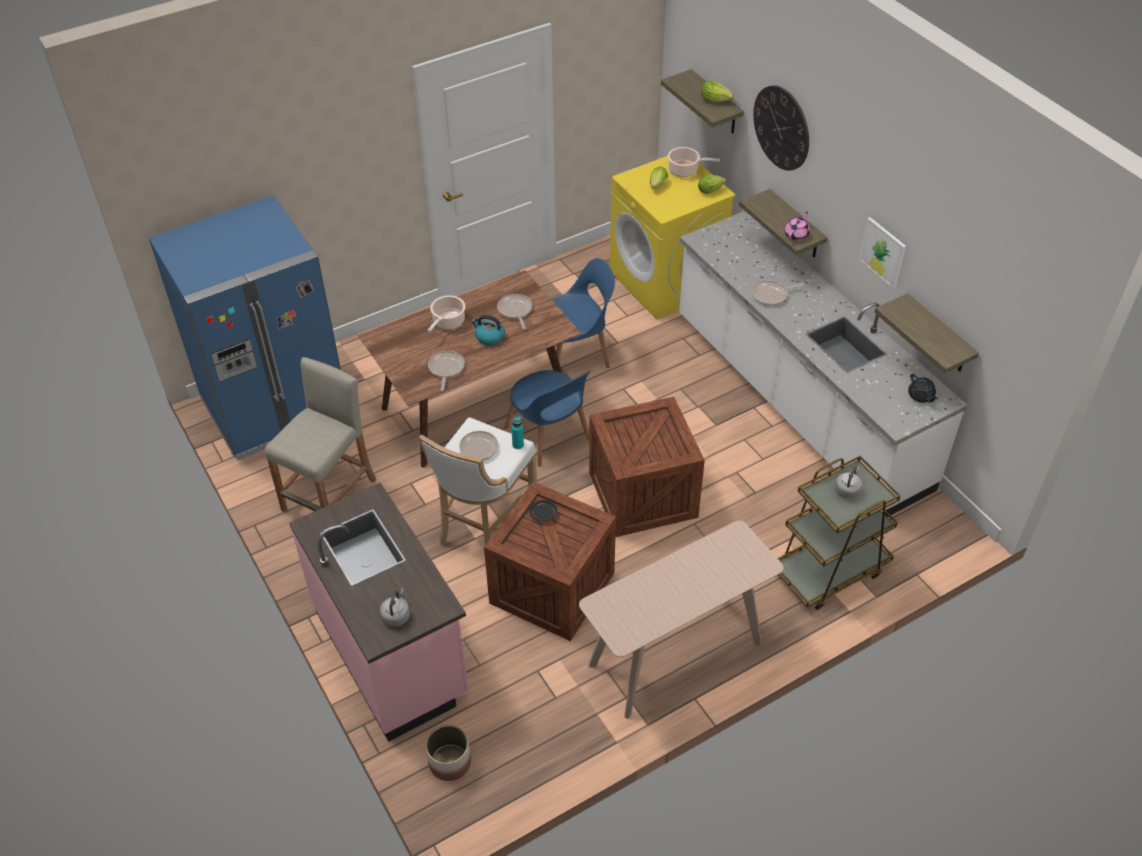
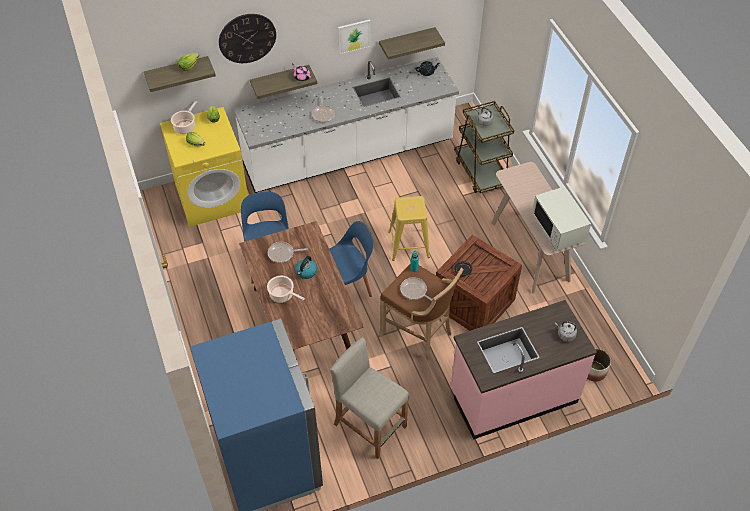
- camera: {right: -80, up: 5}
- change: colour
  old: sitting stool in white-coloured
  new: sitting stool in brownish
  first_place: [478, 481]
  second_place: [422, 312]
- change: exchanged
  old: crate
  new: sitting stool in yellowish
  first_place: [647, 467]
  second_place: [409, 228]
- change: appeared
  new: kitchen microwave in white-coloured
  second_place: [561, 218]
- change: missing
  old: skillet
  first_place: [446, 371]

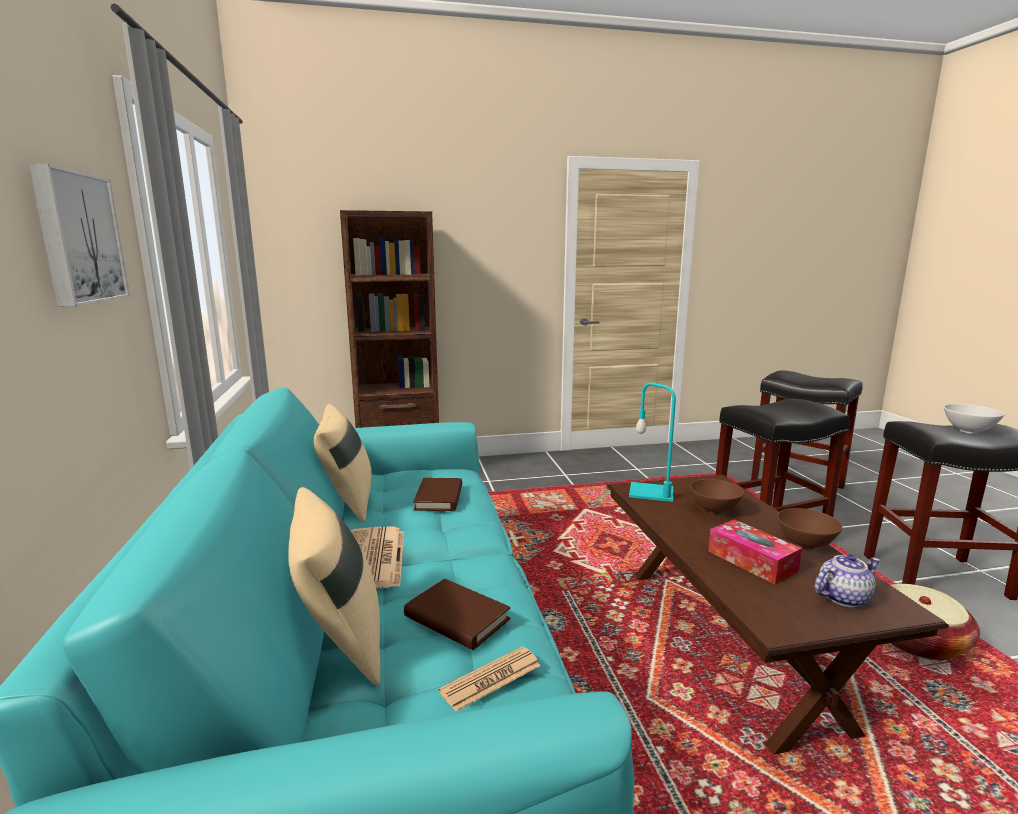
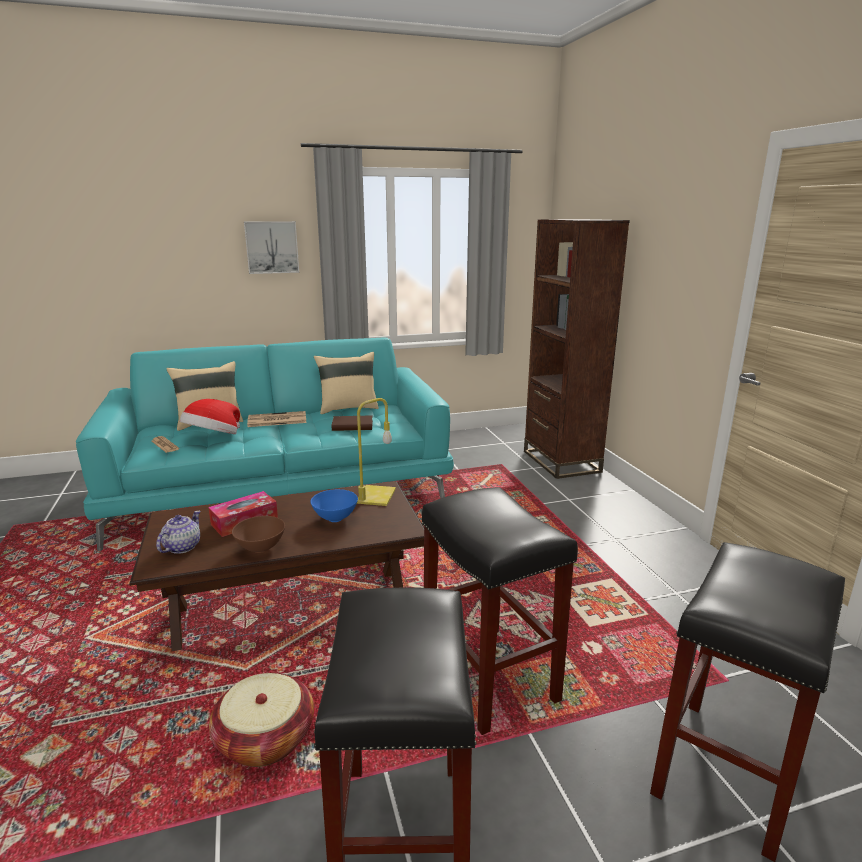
- camera: {right: 85, up: 5}
- change: spun
  old: teapot
  first_place: [847, 580]
  second_place: [178, 532]
  degrees: -135
- change: exchanged
  old: volume in brownish
  new: clothing hat
  first_place: [457, 614]
  second_place: [210, 416]
- change: colour
  old: deep dish in brownish
  new: deep dish in blue-coloured
  first_place: [717, 496]
  second_place: [334, 505]
- change: colour
  old: tabletop lamp in blue-green
  new: tabletop lamp in yellowish
  first_place: [652, 442]
  second_place: [376, 452]
- change: missing
  old: deep dish in white-coloured
  first_place: [974, 419]

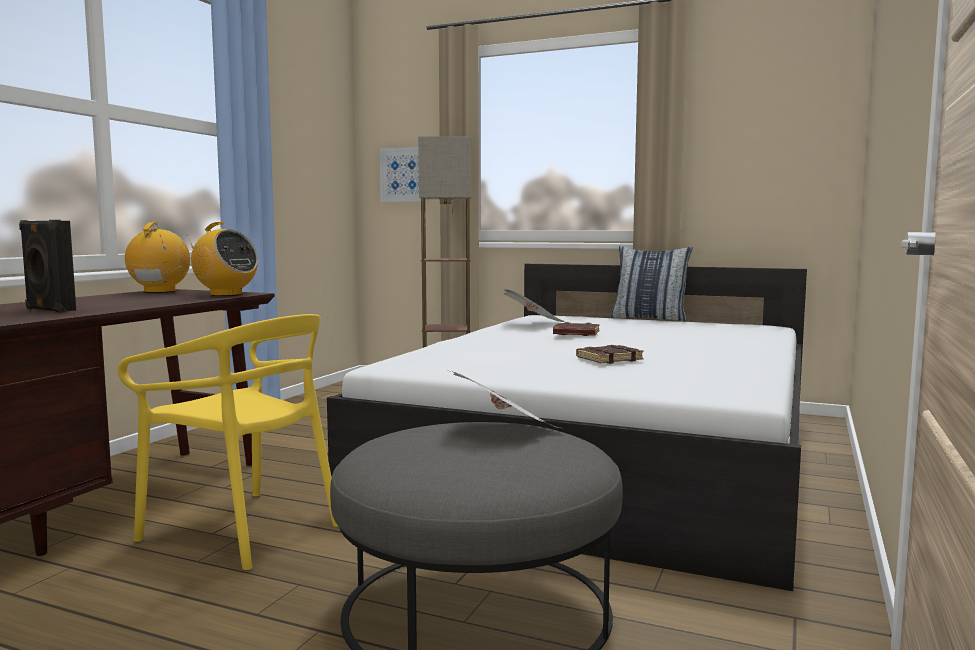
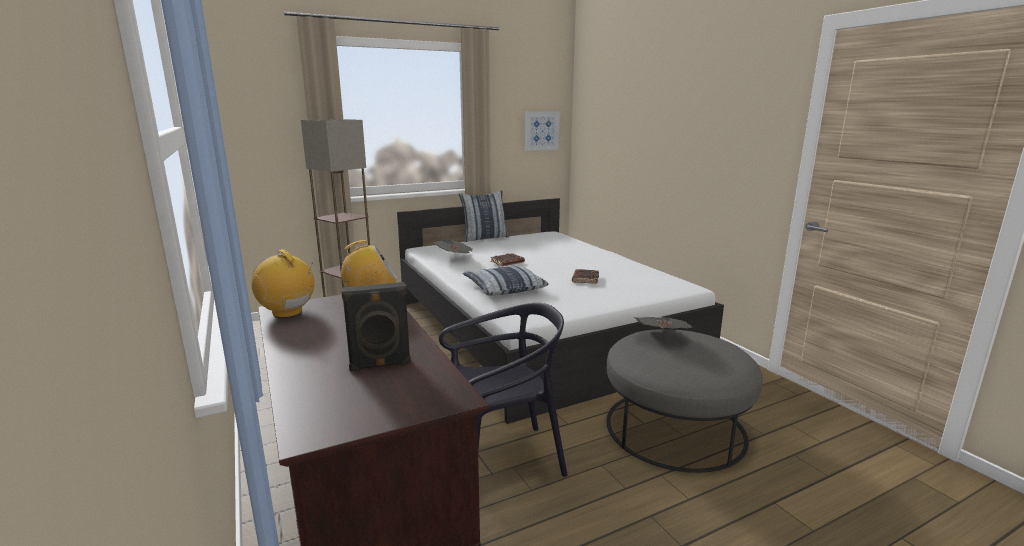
- camera: {right: -50, up: 10}
- change: colour
  old: upright chair in yellowish
  new: upright chair in blackish
  first_place: [228, 442]
  second_place: [503, 390]
- change: appeared
  new: cushion
  second_place: [505, 280]
- change: relocated
  old: picture
  first_place: [404, 174]
  second_place: [542, 131]

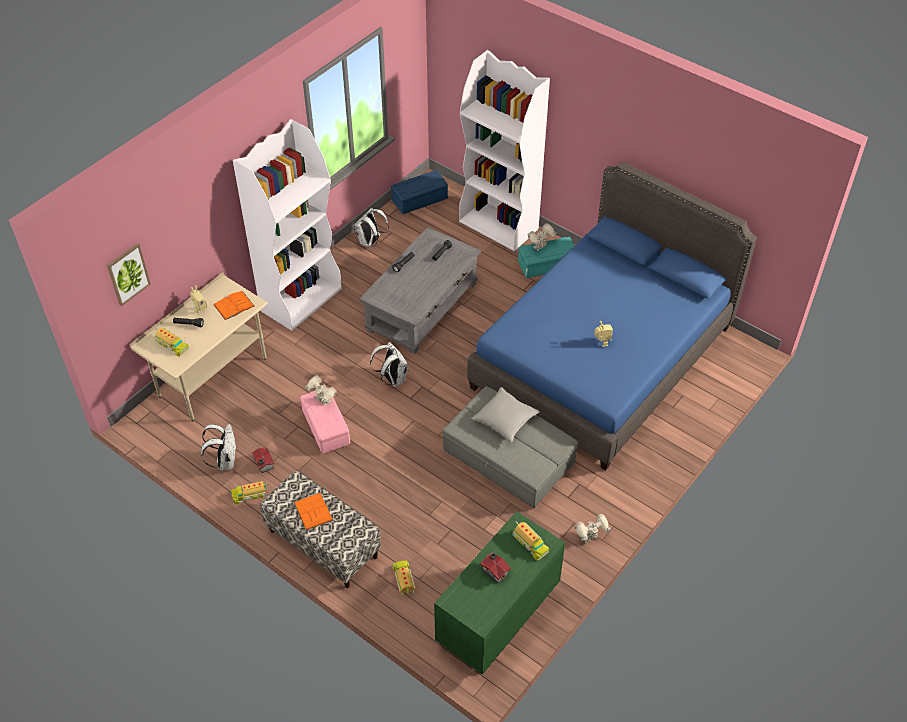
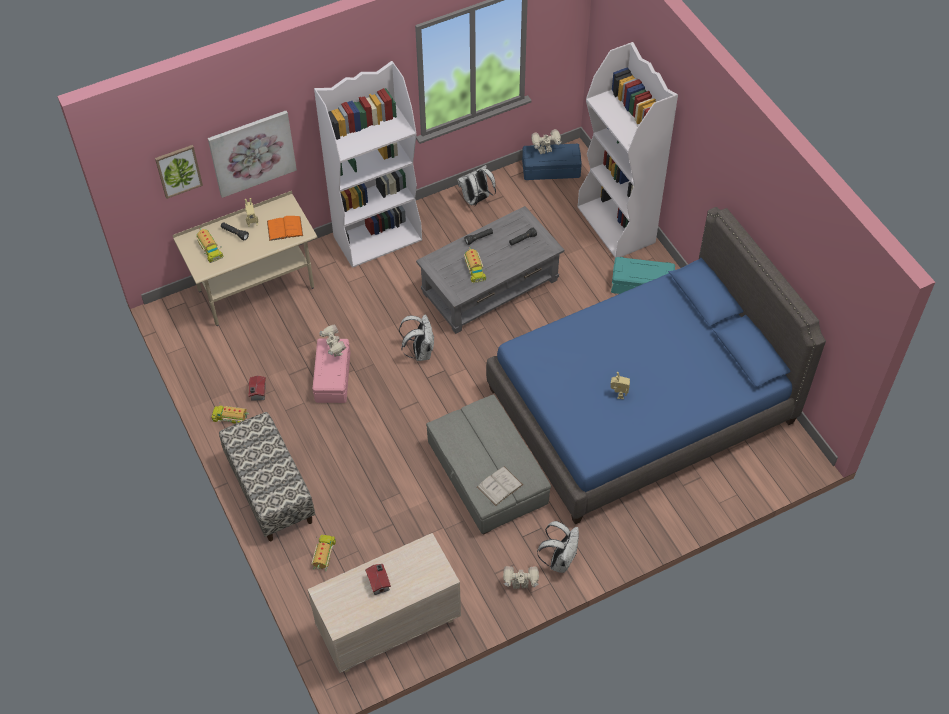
- camera: {right: 25, up: 5}
- change: appeared
  new: picture
  second_place: [252, 154]
- change: colour
  old: drawer chest in greenish
  new: drawer chest in beige-coloured
  first_place: [499, 593]
  second_place: [384, 603]
- change: relocated
  old: toy lorry
  first_place: [531, 541]
  second_place: [475, 265]
- change: appeared
  new: volume in white-coloured
  second_place: [500, 486]
- change: relocated
  old: robot figure
  first_place: [542, 237]
  second_place: [546, 141]
- change: relocated
  old: knapsack in white-coloured
  first_place: [219, 447]
  second_place: [558, 547]
- change: missing
  old: volume in orange-coloured
  first_place: [313, 511]
- change: missing
  old: cushion in gray
  first_place: [505, 414]

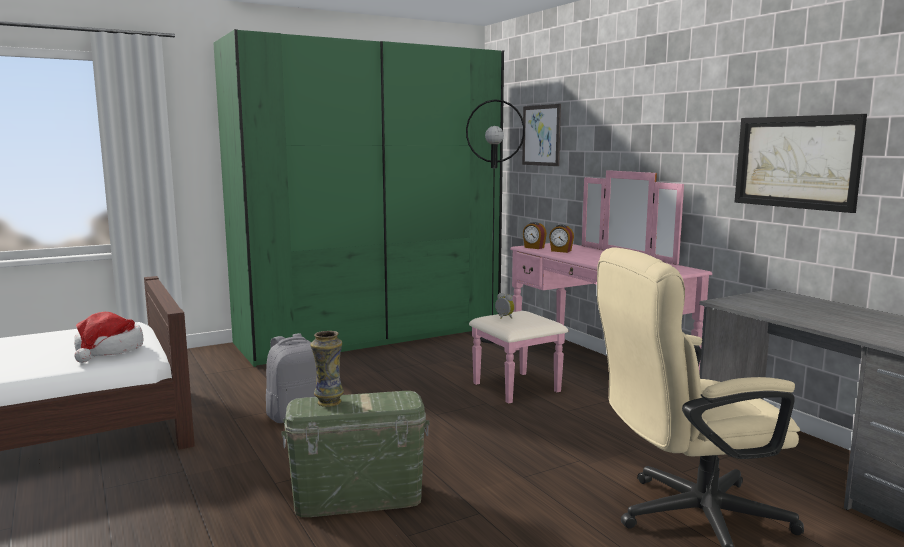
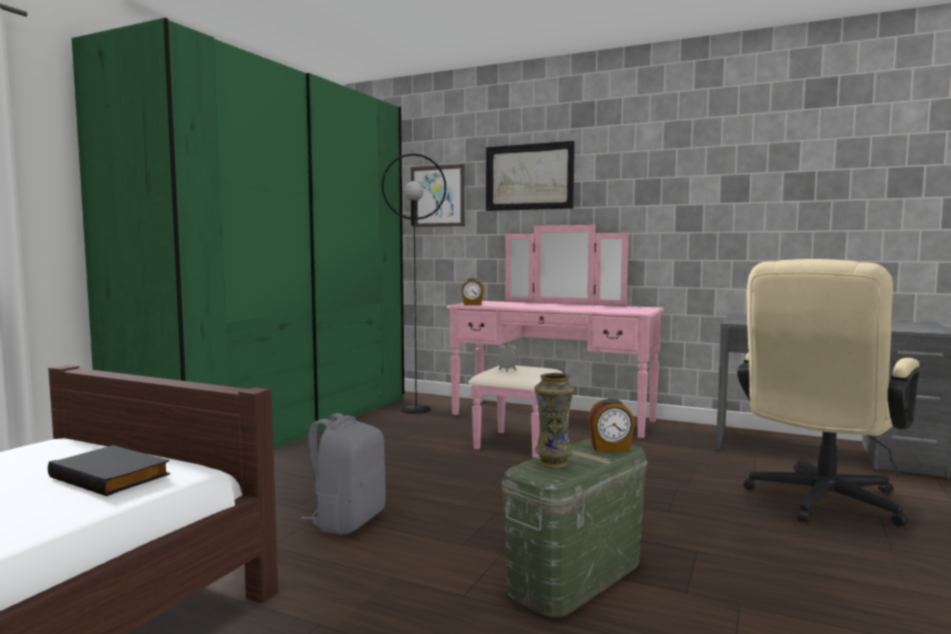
- camera: {right: -35, up: -5}
- change: exchanged
  old: clothing hat
  new: volume in blackish
  first_place: [108, 337]
  second_place: [109, 470]
- change: relocated
  old: picture
  first_place: [801, 163]
  second_place: [530, 176]
- change: relocated
  old: table clock
  first_place: [561, 239]
  second_place: [611, 426]

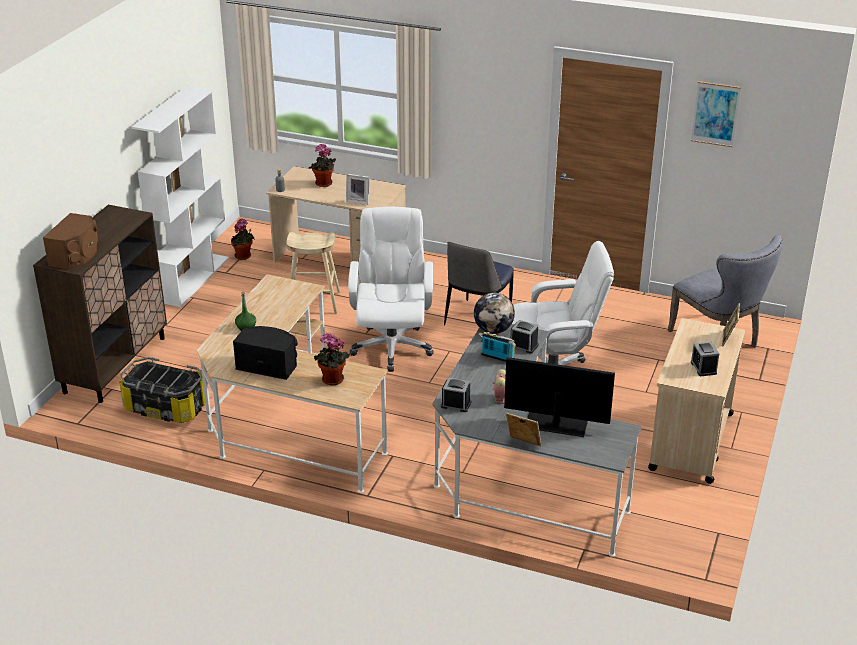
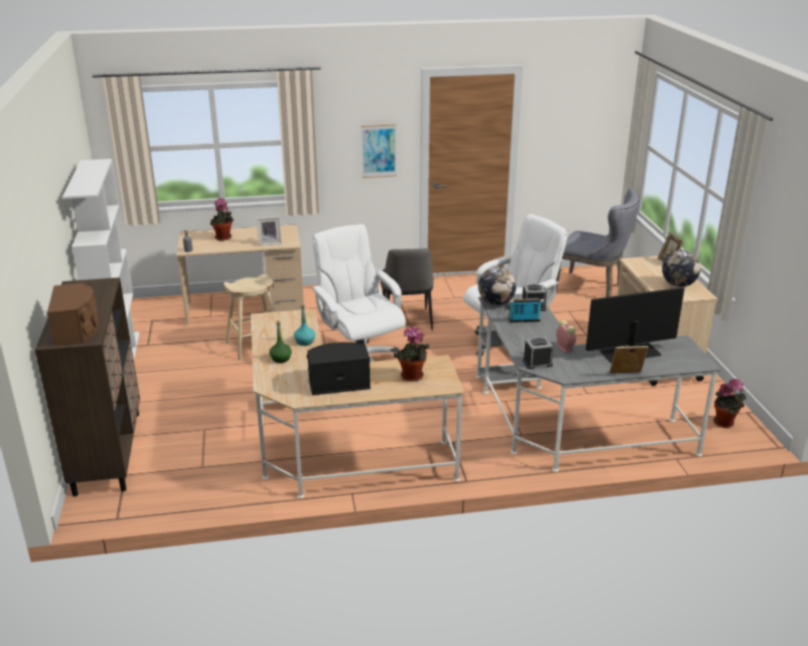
- camera: {right: -30, up: -5}
- change: appeared
  new: bottle in blue-green
  second_place: [304, 325]
- change: relocated
  old: picture
  first_place: [716, 114]
  second_place: [379, 151]
- change: exchanged
  old: table clock
  new: globe
  first_place: [705, 359]
  second_place: [681, 268]
- change: relocated
  old: plant in a pot
  first_place: [242, 239]
  second_place: [730, 403]
- change: missing
  old: storage container
  first_place: [162, 390]

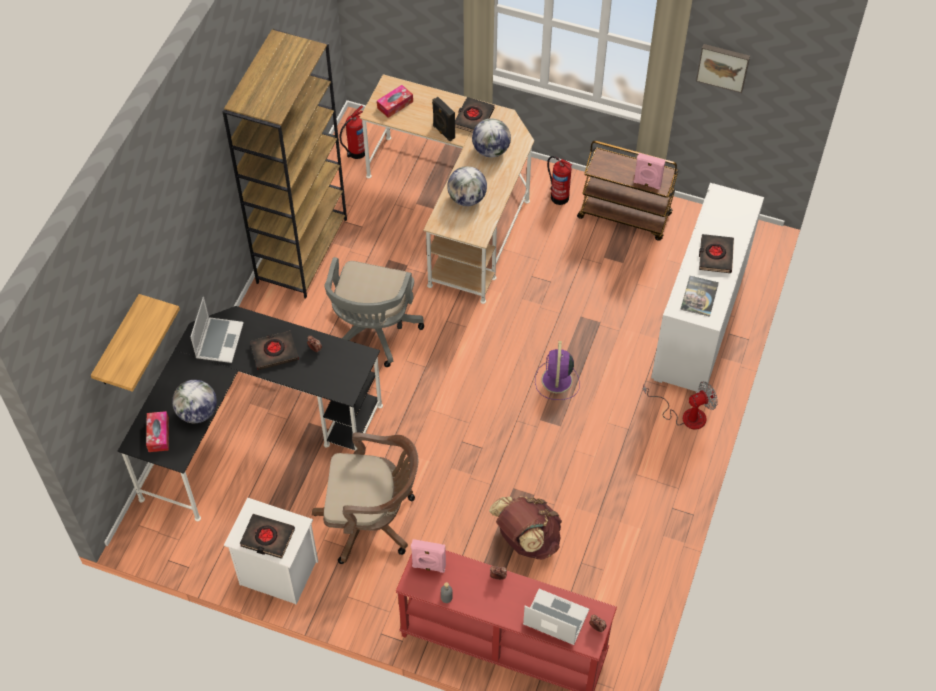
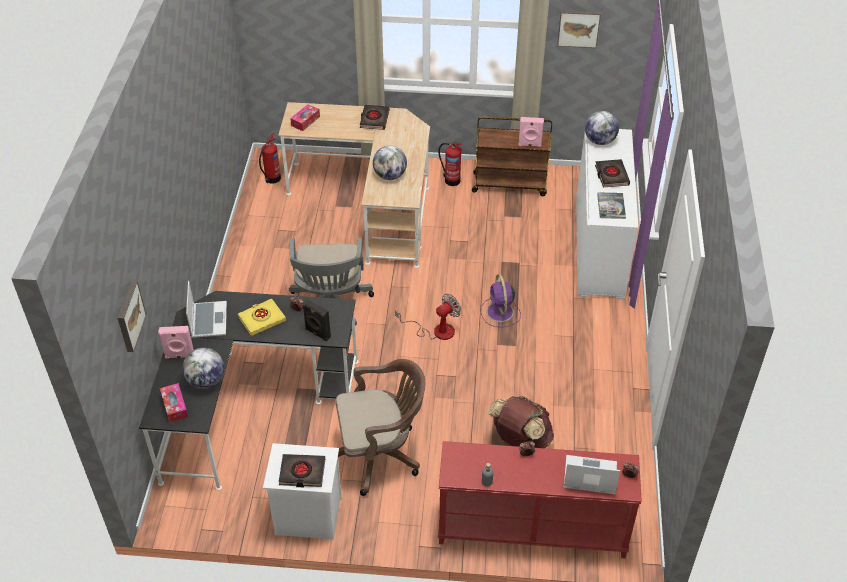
- camera: {right: -15, up: -10}
- change: exchanged
  old: bracket shelf
  new: picture
  first_place: [135, 343]
  second_place: [132, 316]
- change: relocated
  old: speaker in pink
  first_place: [428, 556]
  second_place: [176, 342]
- change: colour
  old: volume in blackish
  new: volume in yellowish
  first_place: [274, 350]
  second_place: [262, 317]
- change: relocated
  old: speaker in blackish
  first_place: [443, 119]
  second_place: [316, 320]
- change: relocated
  old: electric fan
  first_place: [680, 406]
  second_place: [428, 317]
- change: relocated
  old: globe
  first_place: [491, 137]
  second_place: [602, 128]
- change: missing
  old: bookshelf in brownish
  first_place: [285, 163]

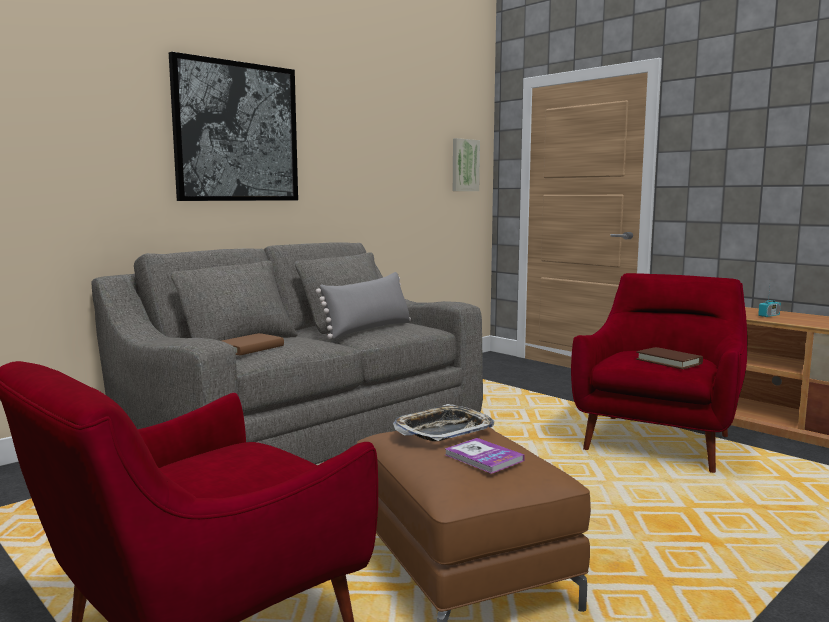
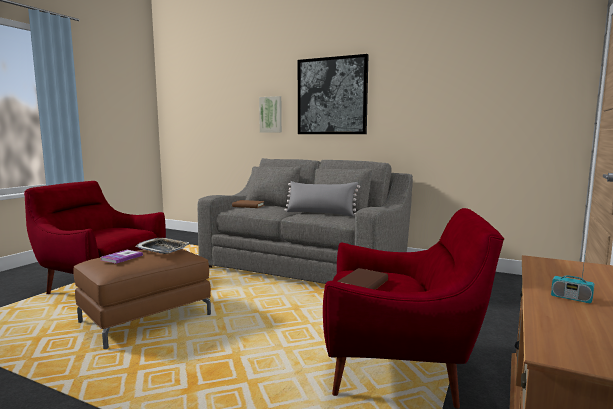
- camera: {right: 70, up: 0}
- change: relocated
  old: picture
  first_place: [466, 164]
  second_place: [270, 114]

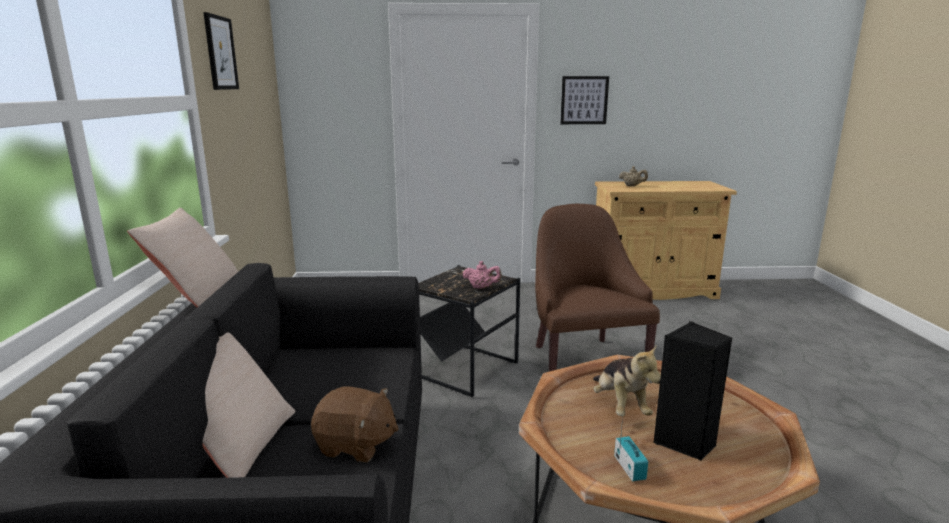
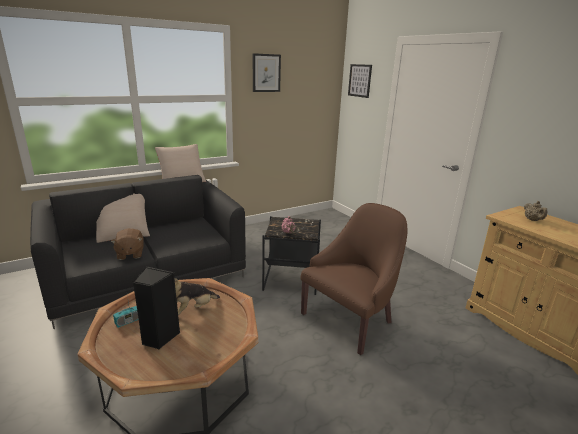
- camera: {right: 60, up: 5}
- change: relocated
  old: picture
  first_place: [584, 100]
  second_place: [360, 81]

